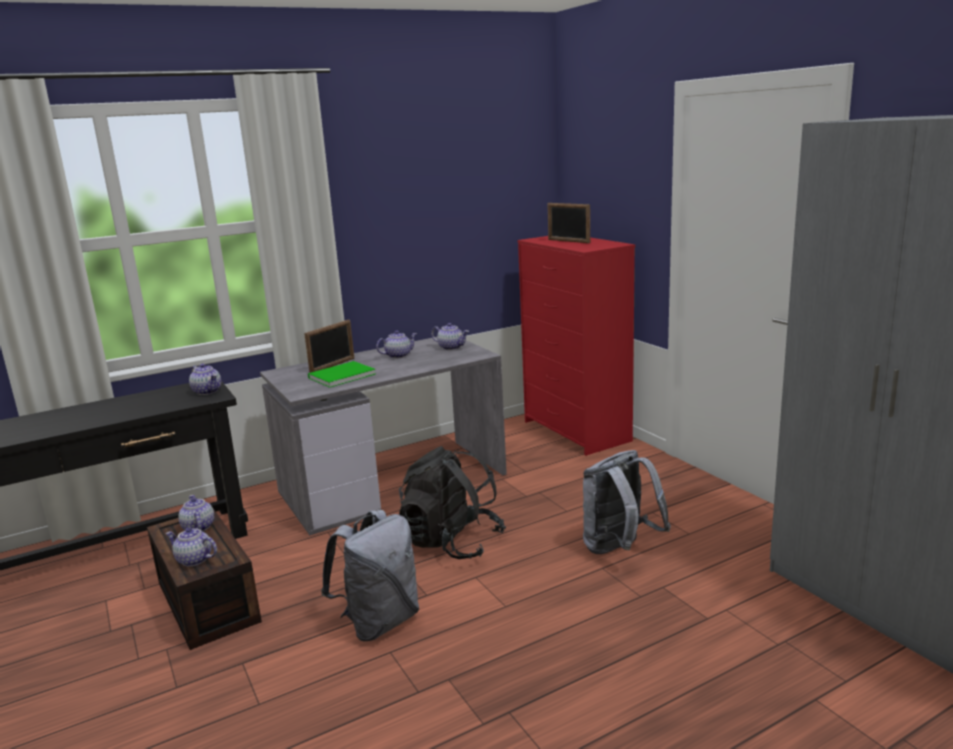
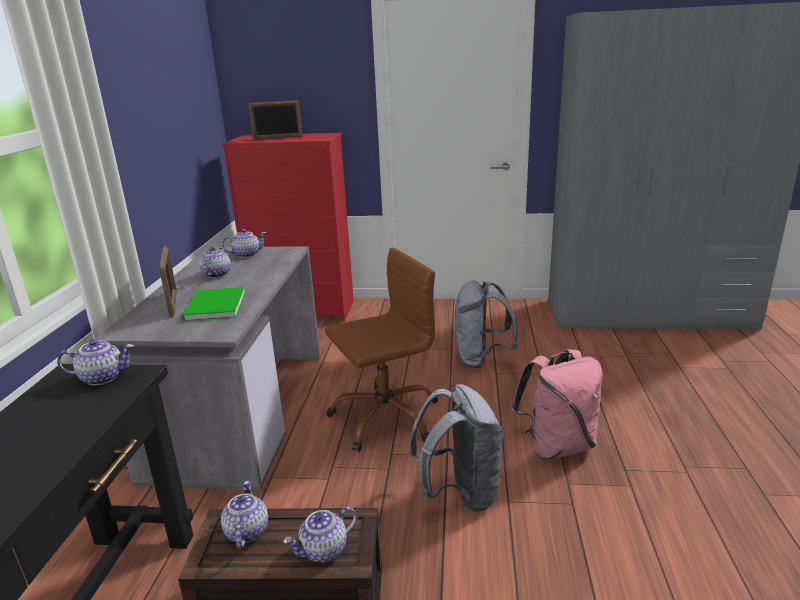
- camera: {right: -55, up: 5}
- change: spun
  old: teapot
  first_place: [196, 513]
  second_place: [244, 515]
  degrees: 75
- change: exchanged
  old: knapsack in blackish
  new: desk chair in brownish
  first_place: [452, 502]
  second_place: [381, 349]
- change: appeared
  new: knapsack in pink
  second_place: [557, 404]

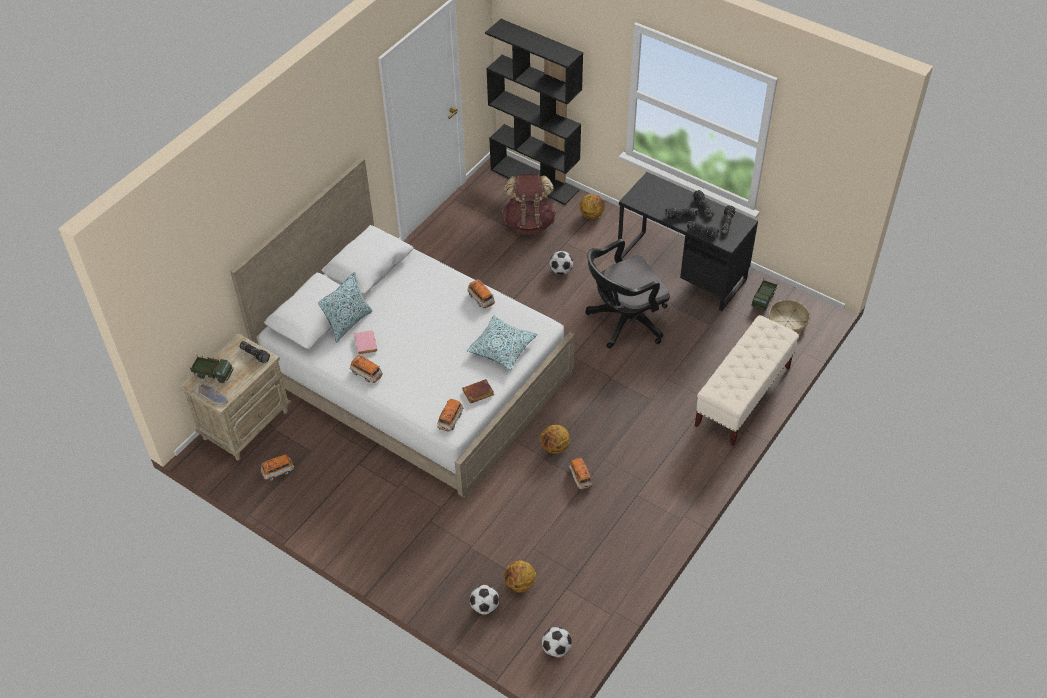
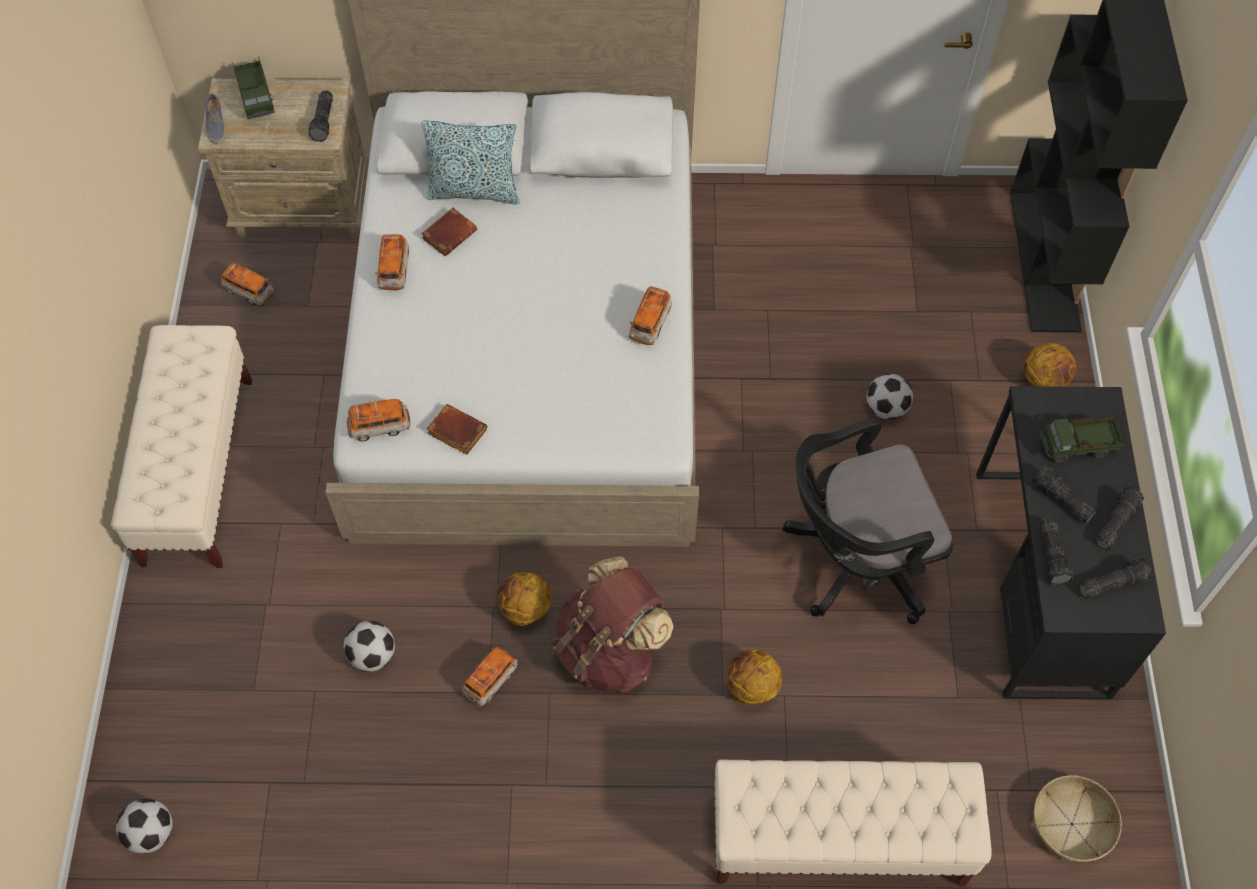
- camera: {right: 55, up: 10}
- change: appeared
  new: indoor bench in beige-coloured
  second_place: [181, 446]
- change: relocated
  old: ball for football
  first_place: [484, 600]
  second_place: [369, 646]
- change: colour
  old: volume in pink
  new: volume in brownish
  first_place: [366, 342]
  second_place: [449, 232]
- change: relocated
  old: knapsack in brownish
  first_place: [529, 204]
  second_place: [613, 625]
- change: relocated
  old: basketball
  first_place: [520, 576]
  second_place: [754, 677]
- change: spun
  old: desk chair in blackish
  first_place: [627, 293]
  second_place: [868, 520]
  degrees: -45
- change: relocated
  old: toy lorry
  first_place: [764, 295]
  second_place: [1082, 439]
- change: missing
  old: cushion
  first_place: [502, 342]

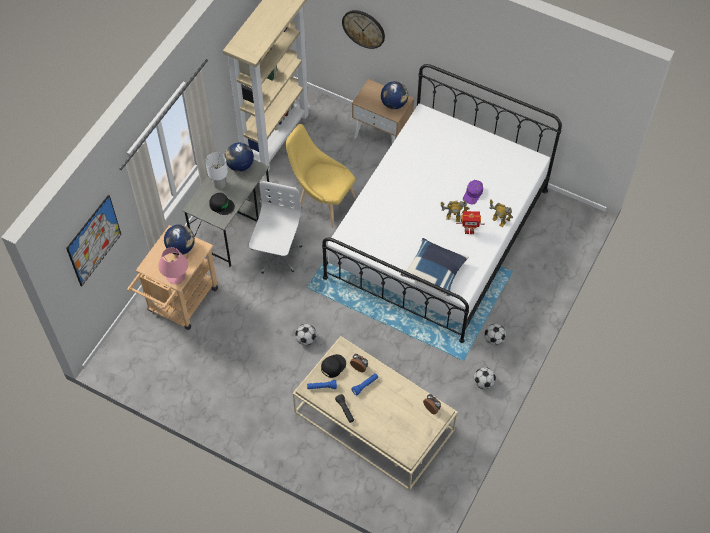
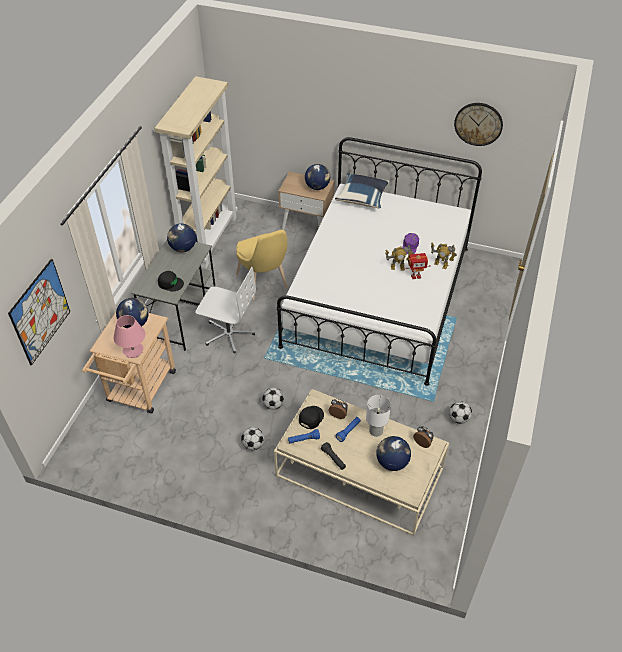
- camera: {right: -10, up: -10}
- change: spun
  old: desk chair in white-coloured
  first_place: [275, 227]
  second_place: [225, 310]
  degrees: 105
- change: spun
  old: upright chair in yellowish
  first_place: [321, 176]
  second_place: [262, 265]
  degrees: -135
- change: relocated
  old: ball for football
  first_place: [495, 334]
  second_place: [252, 438]
- change: relocated
  old: cushion in blue-coloured
  first_place: [434, 267]
  second_place: [362, 191]
- change: relocated
  old: tabletop lamp in white-coloured
  first_place: [216, 170]
  second_place: [378, 416]
- change: appeared
  new: globe
  second_place: [393, 453]
- change: relocated
  old: hanging clock
  first_place: [363, 29]
  second_place: [478, 124]

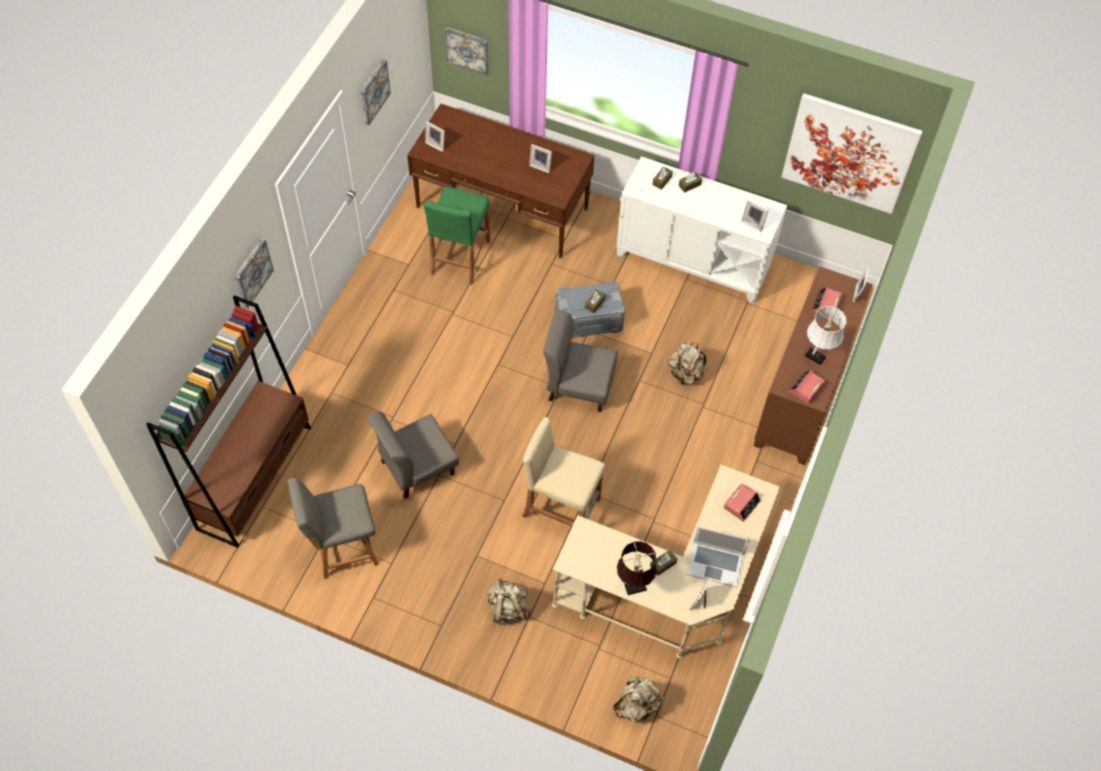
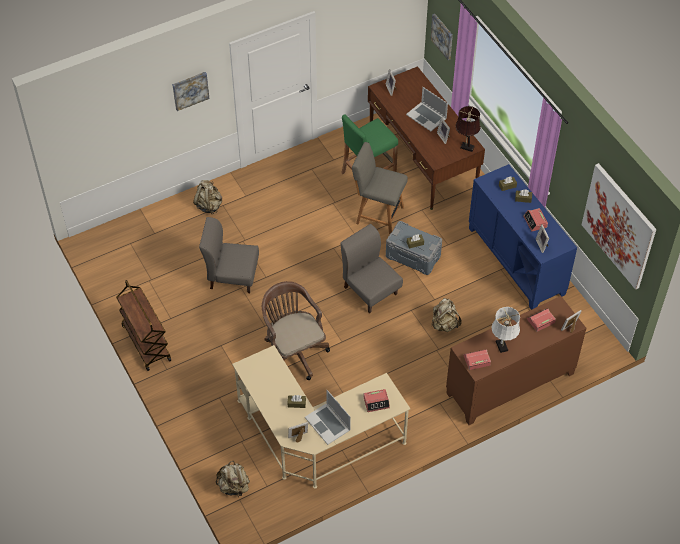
- camera: {right: 40, up: -5}
- change: appeared
  new: wheeled cart in brownish
  second_place: [143, 325]
- change: relocated
  old: knapsack in beige-coloured
  first_place: [509, 601]
  second_place: [207, 197]
- change: exchanged
  old: sitting stool in beige-coloured
  new: desk chair in brownish
  first_place: [563, 471]
  second_place: [296, 330]
- change: relocated
  old: upright chair in gray
  first_place: [332, 528]
  second_place: [380, 188]
- change: appeared
  new: notebook computer
  second_place: [427, 109]
- change: relocated
  old: tabletop lamp in brownish
  first_place: [637, 568]
  second_place: [468, 129]
- change: colour
  old: cupboard in white-coloured
  new: cupboard in blue-coloured
  first_place: [702, 229]
  second_place: [523, 237]
- change: appeared
  new: table clock
  second_place: [535, 219]
- change: missing
  old: bookshelf in brownish
  first_place: [228, 421]
- change: missing
  old: picture
  first_place: [376, 92]

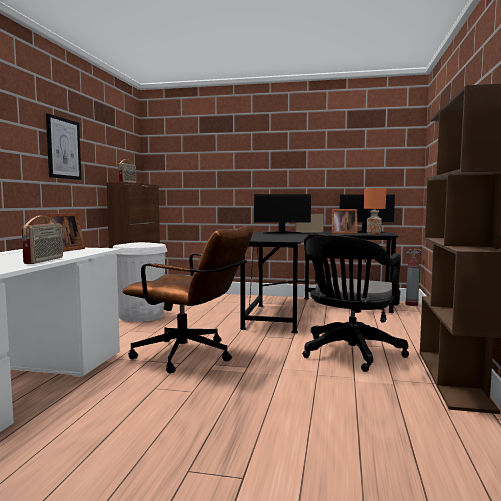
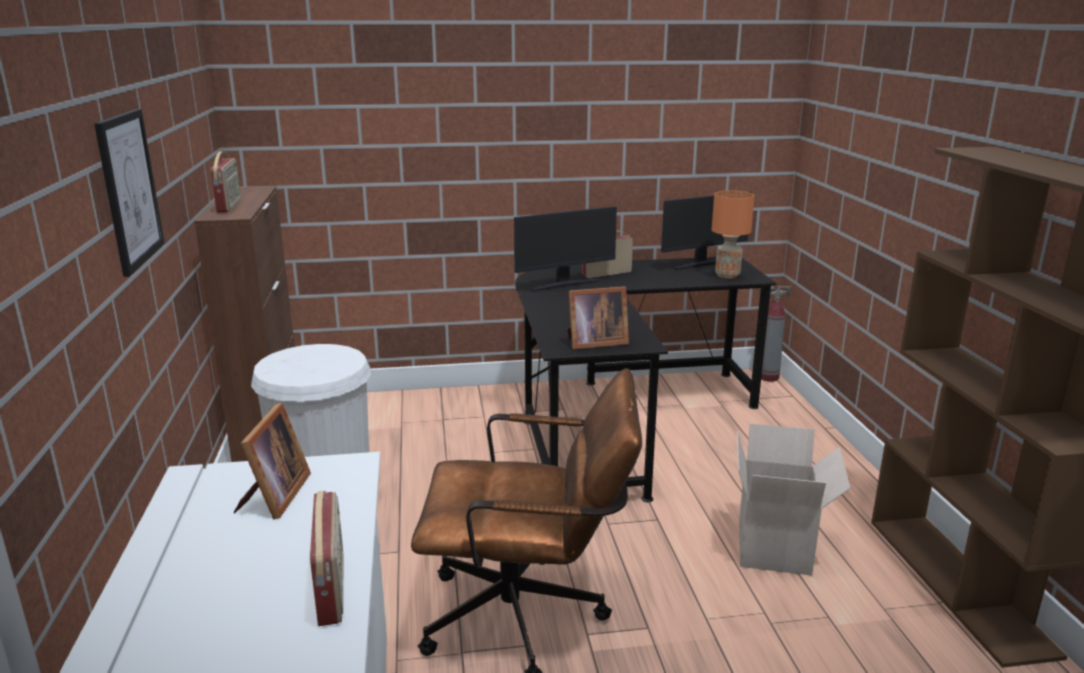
- camera: {right: -20, up: 15}
- change: relocated
  old: photo frame
  first_place: [344, 221]
  second_place: [598, 317]
- change: exchanged
  old: desk chair in blackish
  new: cardboard box
  first_place: [356, 303]
  second_place: [794, 500]

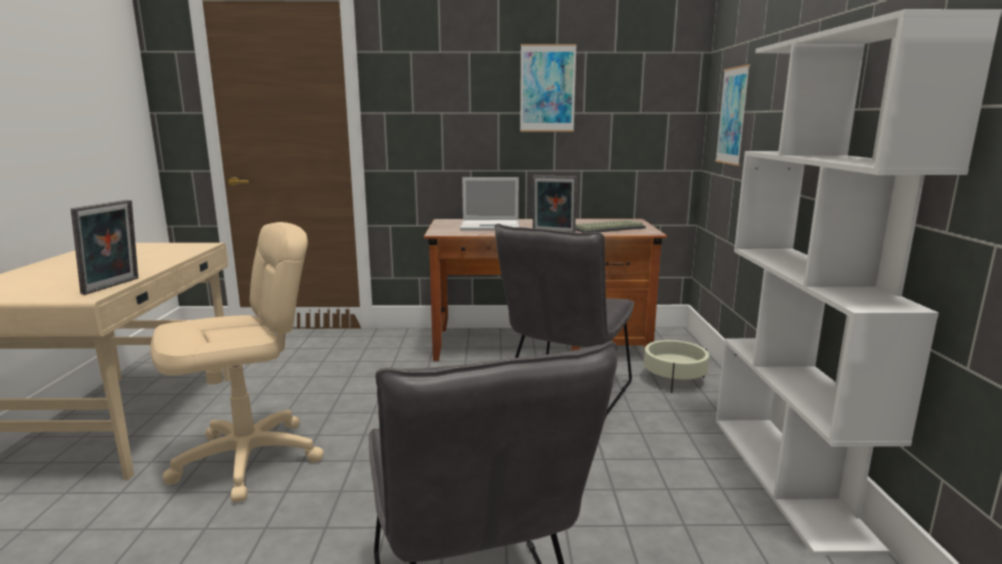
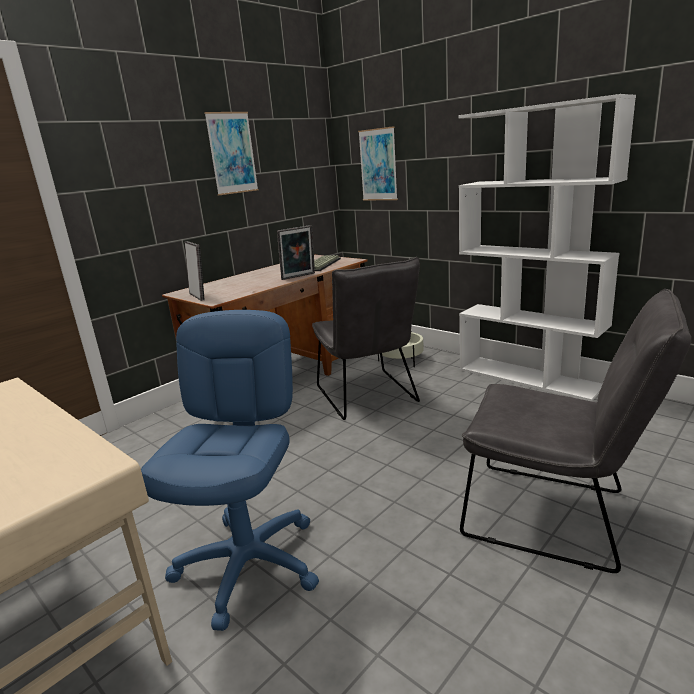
- camera: {right: -45, up: 5}
- change: colour
  old: desk chair in beige-coloured
  new: desk chair in blue-coloured
  first_place: [237, 362]
  second_place: [230, 470]
- change: relocated
  old: photo frame
  first_place: [104, 247]
  second_place: [195, 271]
- change: missing
  old: notebook computer
  first_place: [489, 203]

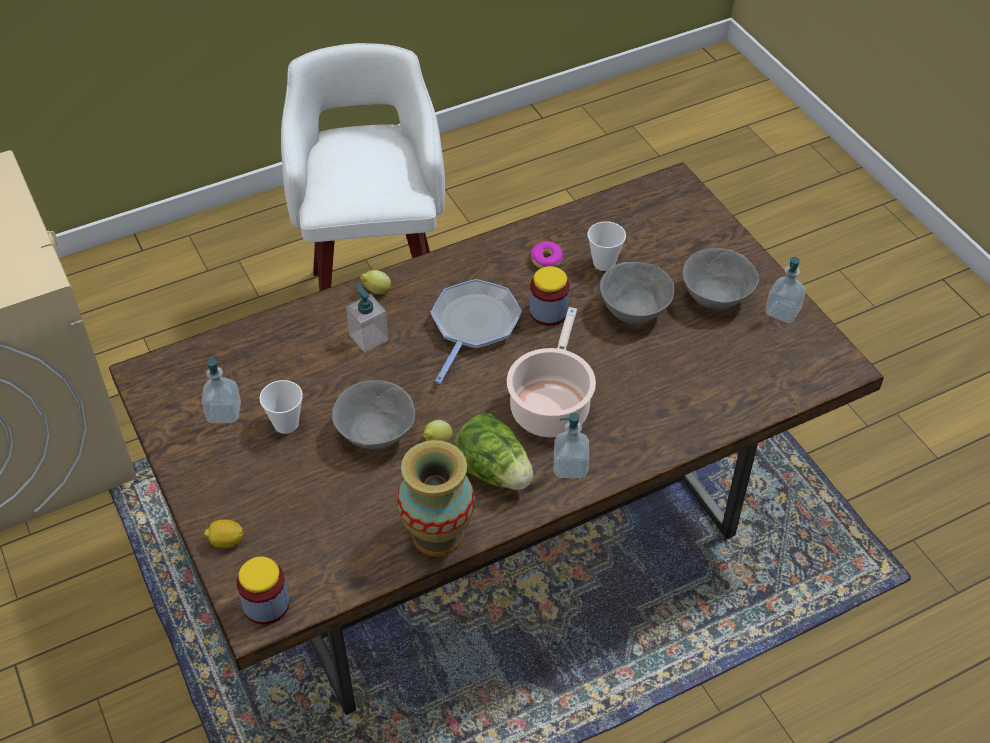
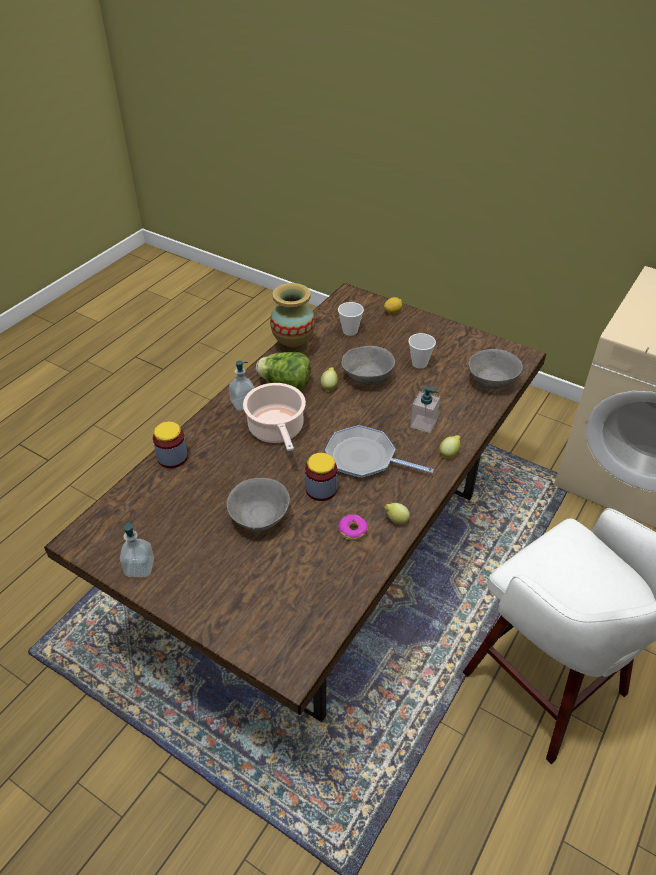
- camera: {right: 150, up: -5}
- change: relocated
  old: storage jar
  first_place: [263, 591]
  second_place: [170, 445]
- change: spun
  old: skillet
  first_place: [476, 331]
  second_place: [379, 451]
  degrees: 120
- change: relocated
  old: drinking cup
  first_place: [606, 246]
  second_place: [351, 319]
- change: appeared
  new: whole lemon
  second_place: [397, 513]
- change: relocated
  old: deep dish in gray
  first_place: [721, 278]
  second_place: [496, 369]
- change: missing
  old: soap bottle
  first_place: [221, 389]

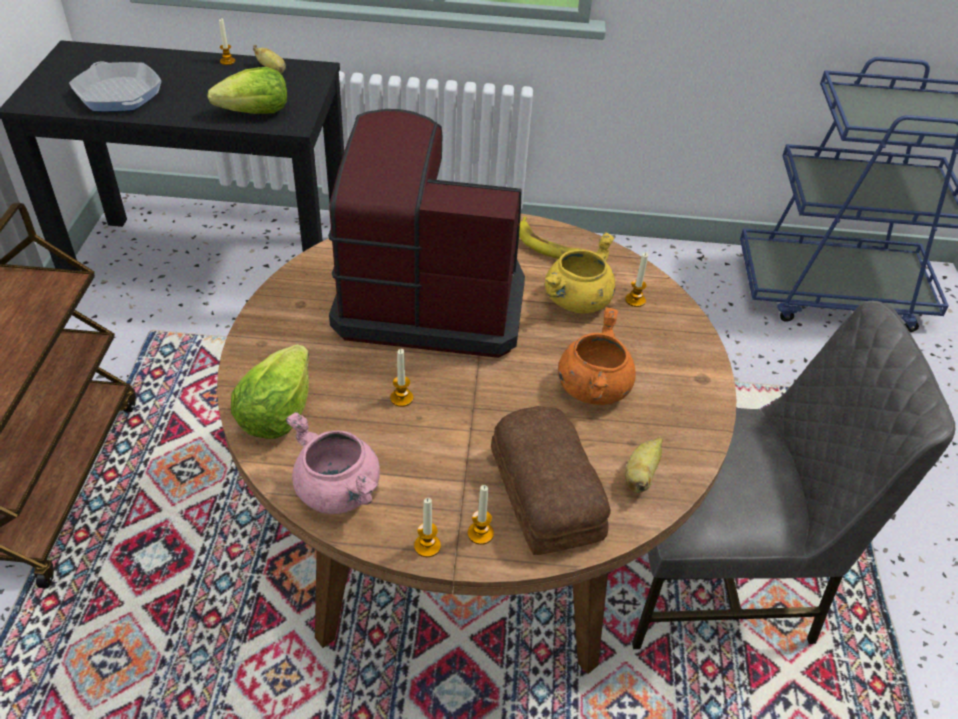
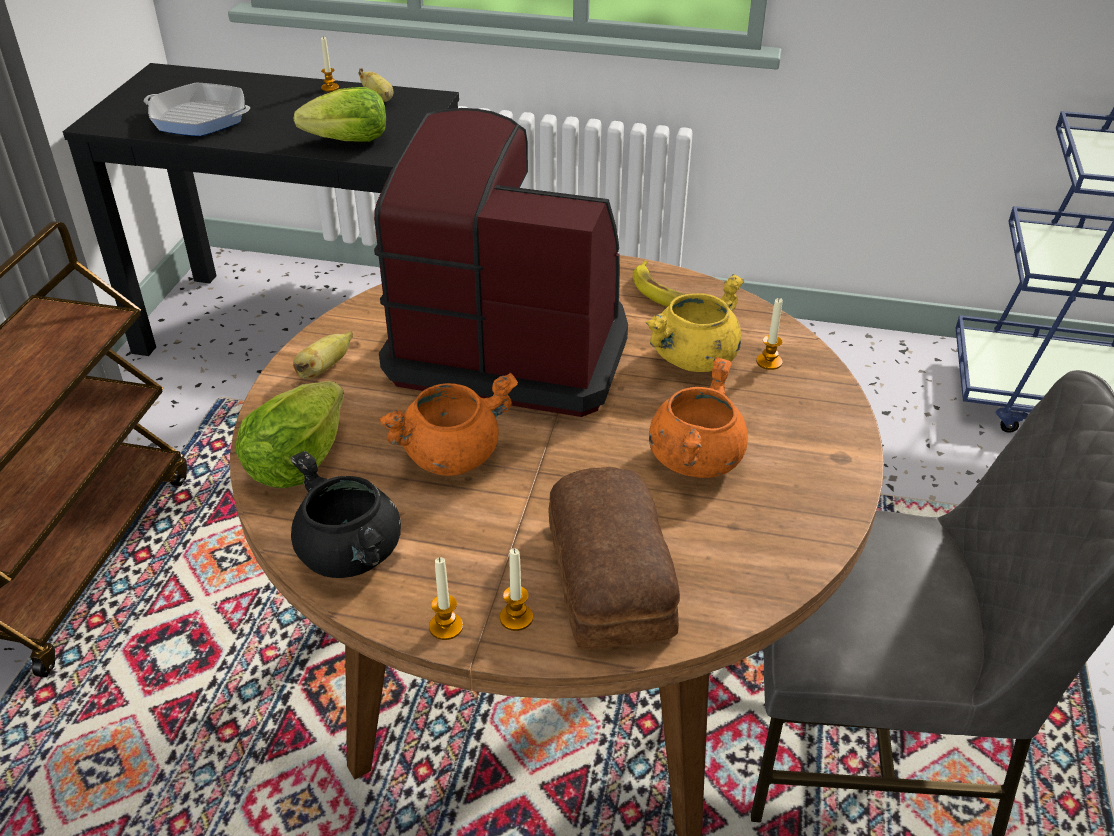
- camera: {right: 10, up: -5}
- change: spun
  old: skillet
  first_place: [115, 86]
  second_place: [197, 109]
  degrees: 135
- change: colour
  old: cooking pot in pink
  new: cooking pot in blackish
  first_place: [333, 463]
  second_place: [345, 514]
- change: relocated
  old: banana
  first_place: [644, 465]
  second_place: [323, 355]
- change: exchanged
  old: wax light
  new: cooking pot in orange-coloured
  first_place: [401, 378]
  second_place: [448, 424]

